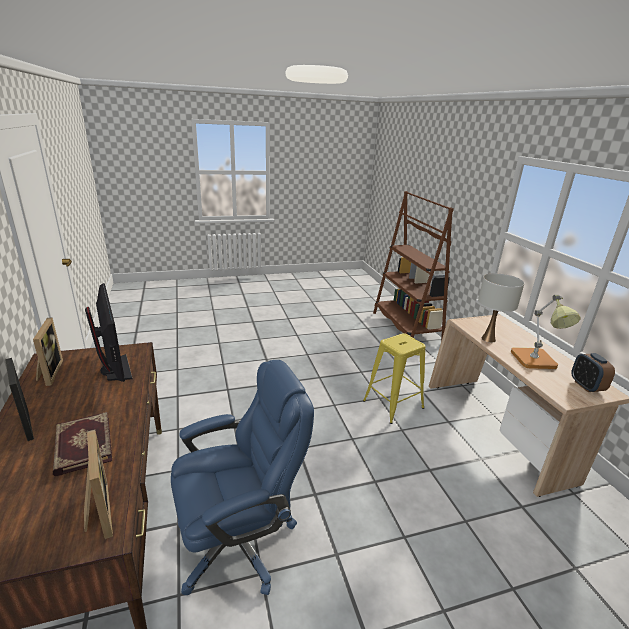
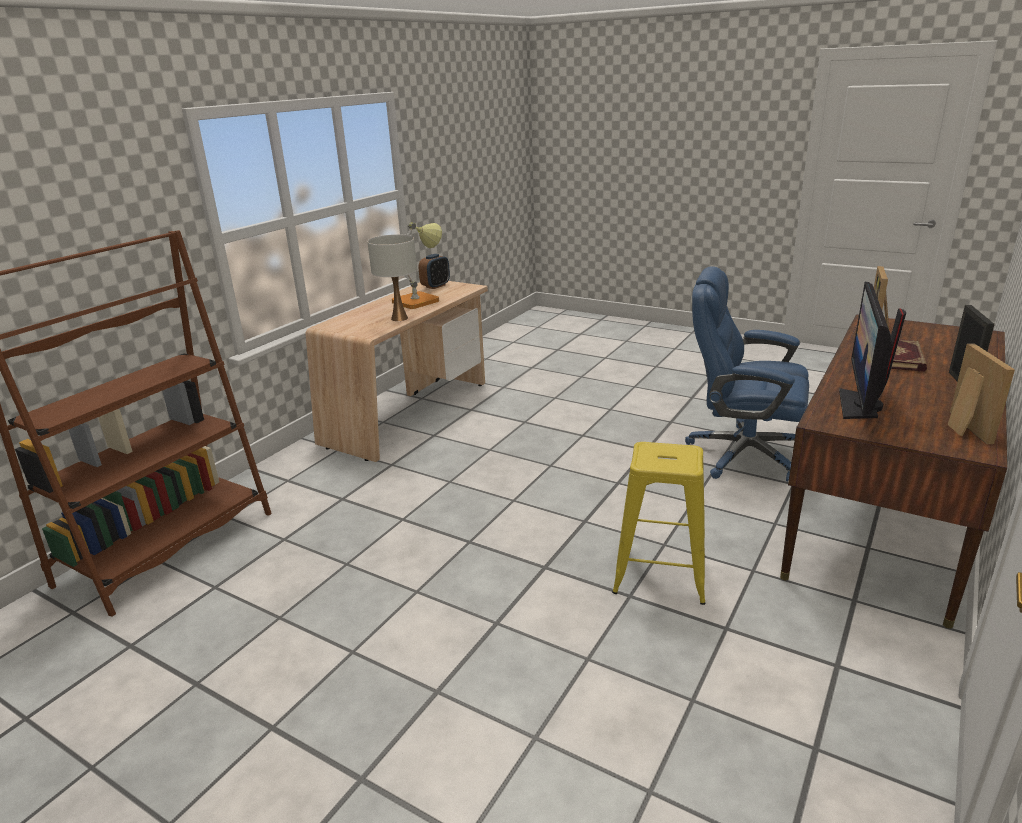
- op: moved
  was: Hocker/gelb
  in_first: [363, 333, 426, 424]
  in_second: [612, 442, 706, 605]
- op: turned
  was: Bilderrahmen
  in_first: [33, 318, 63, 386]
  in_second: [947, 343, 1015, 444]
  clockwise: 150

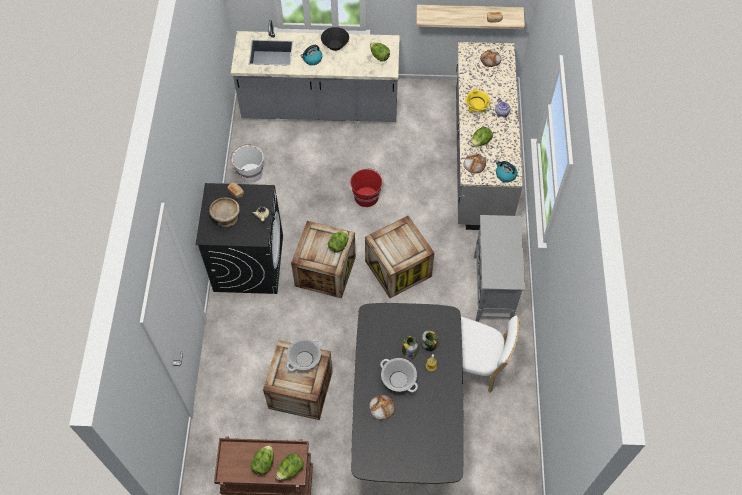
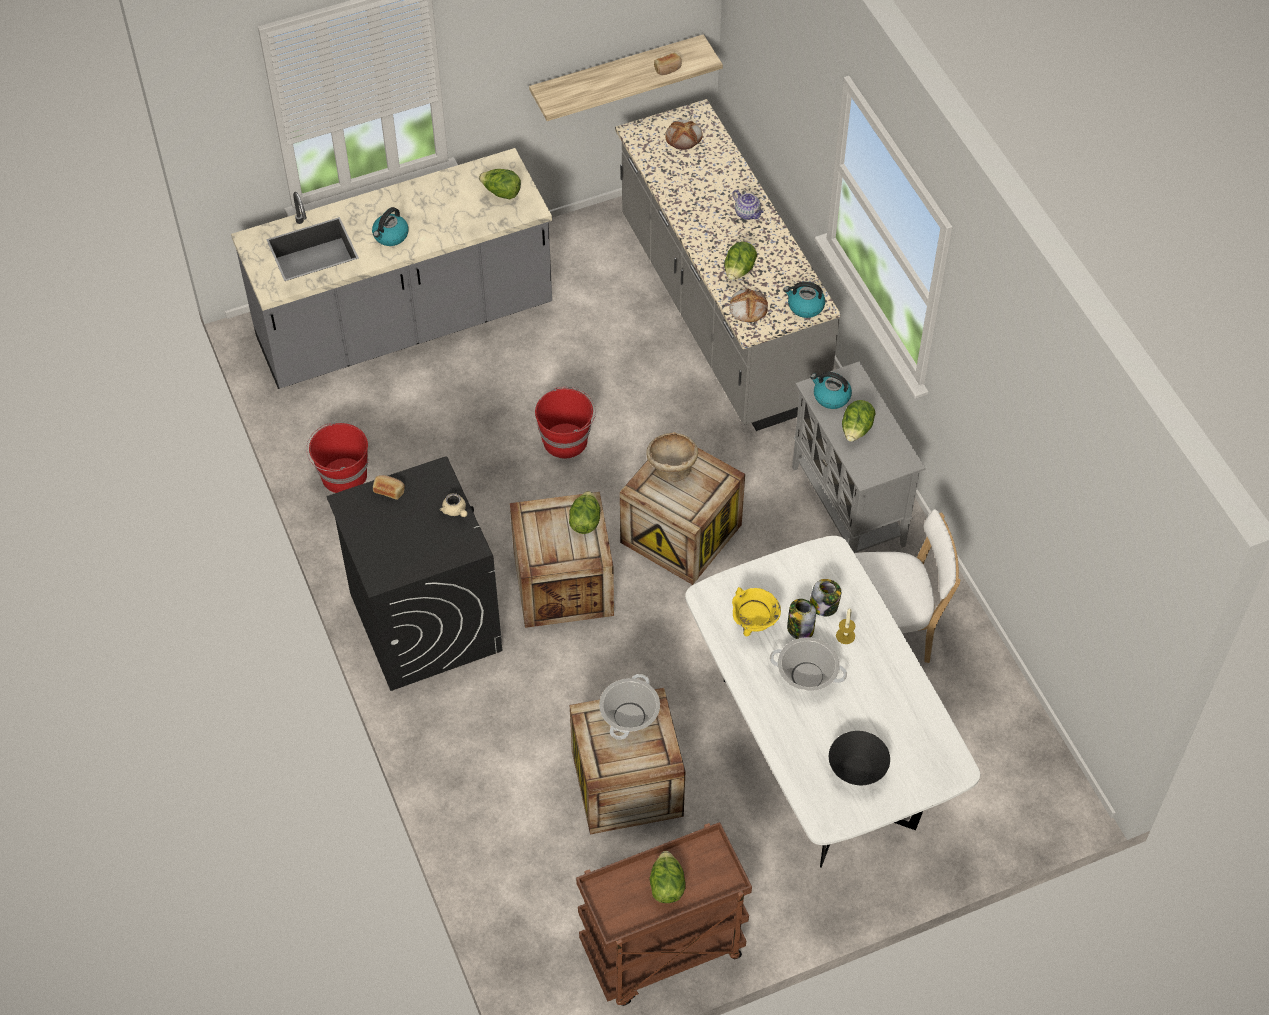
- op: recoloured
  was: Eimer/weiß
  now: Eimer/rot
  in_first: [231, 144, 263, 183]
  in_second: [306, 422, 368, 493]
- op: moved
  was: Schüssel/beige
  in_first: [209, 198, 240, 227]
  in_second: [646, 432, 698, 482]
- op: recoloured
  was: Esstisch/schwarz
  now: Esstisch/weiß
  in_first: [351, 303, 464, 484]
  in_second: [685, 536, 980, 868]
- op: moved
  was: Kochtopf/gelb
  in_first: [465, 88, 490, 113]
  in_second: [732, 587, 781, 636]
- op: added
  now: Wasserkessel
  in_second: [810, 372, 852, 409]
- op: moved
  was: Schüssel/schwarz
  in_first: [321, 27, 349, 51]
  in_second: [829, 731, 890, 785]
- op: moved
  was: Salatkopf
  in_first: [276, 454, 304, 480]
  in_second: [842, 400, 876, 442]
- op: removed
  was: Brot
  in_first: [369, 395, 395, 420]

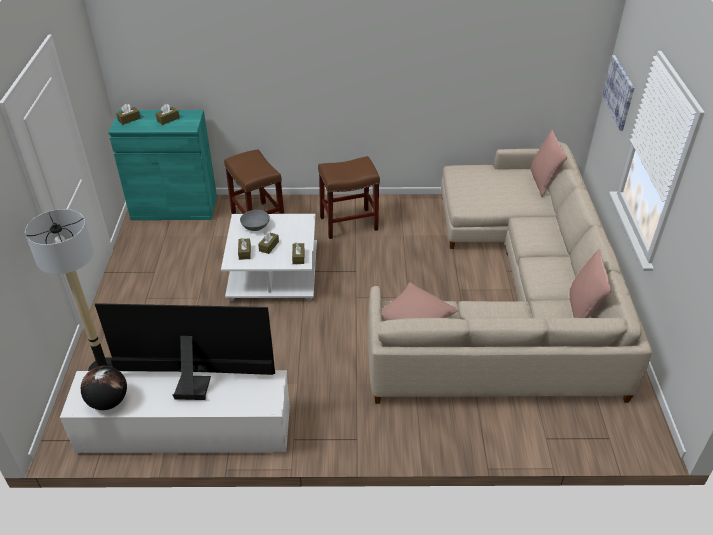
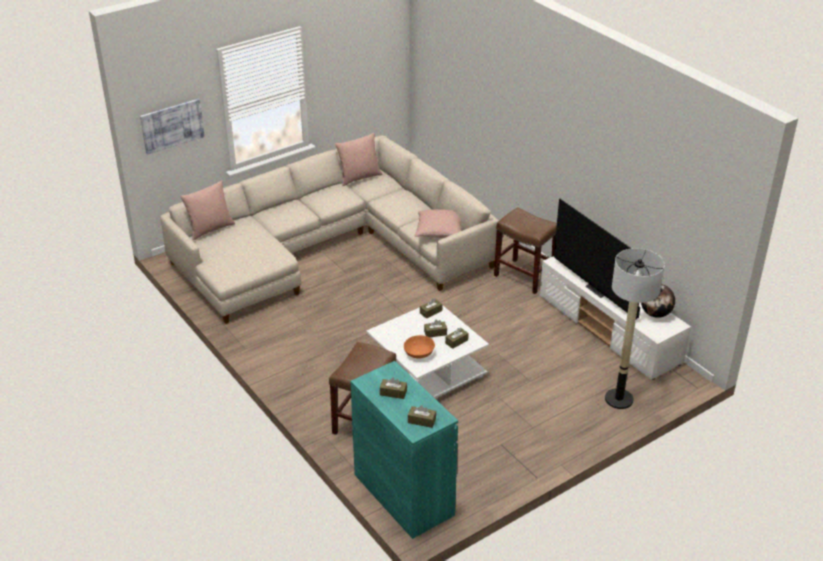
- op: recoloured
  was: Schüssel/grau
  now: Schüssel/orange
  in_first: [240, 210, 270, 231]
  in_second: [404, 335, 435, 358]
- op: moved
  was: Hocker/braun
  in_first: [318, 156, 380, 239]
  in_second: [494, 207, 557, 294]

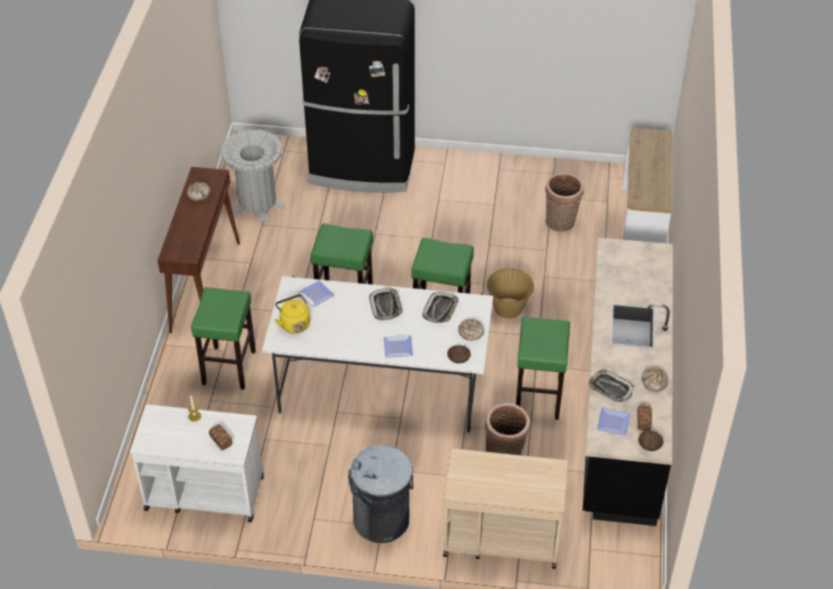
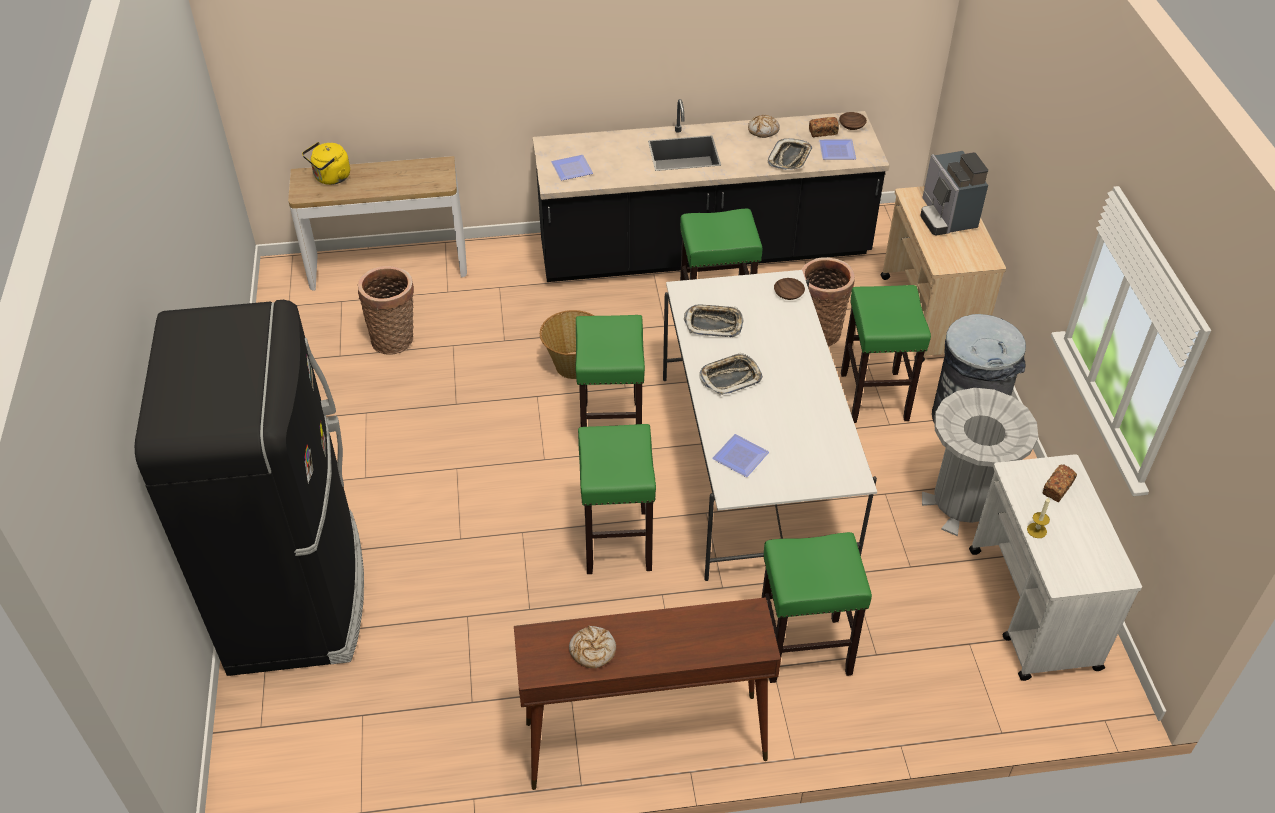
- op: moved
  was: Wasserkessel/gelb
  in_first: [274, 294, 310, 334]
  in_second: [302, 142, 350, 185]
- op: moved
  was: Teller
  in_first: [384, 335, 413, 357]
  in_second: [551, 155, 593, 181]
- op: added
  now: Hocker/grün
  in_second: [841, 285, 931, 423]
- op: added
  now: Kaffeemaschine
  in_second: [920, 151, 988, 235]
- op: moved
  was: Mülleimer/grau
  in_first: [221, 130, 284, 222]
  in_second: [922, 388, 1038, 536]
- op: removed
  was: Brot
  in_first: [458, 318, 484, 340]

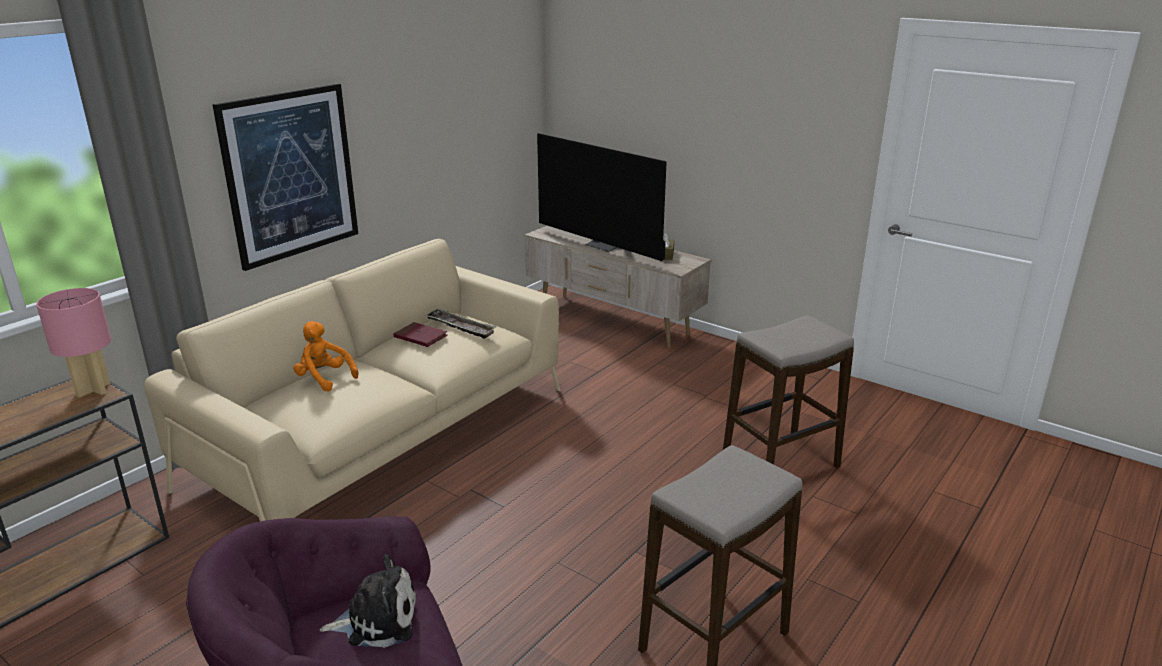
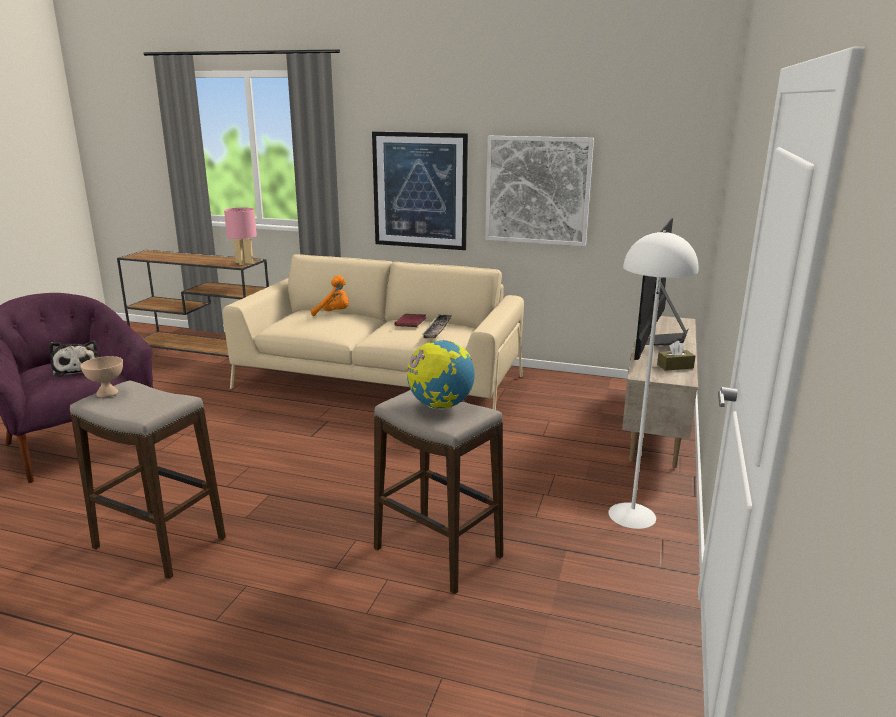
- op: added
  now: Schüssel/beige
  in_second: [81, 356, 123, 398]
- op: turned
  was: Plüschtier/orange
  in_first: [294, 321, 359, 392]
  in_second: [311, 275, 349, 316]
  clockwise: 90
- op: added
  now: Globus
  in_second: [407, 339, 475, 410]
- op: added
  now: Bild
  in_second: [485, 136, 594, 246]
- op: added
  now: Stehlampe/weiß
  in_second: [608, 230, 699, 529]

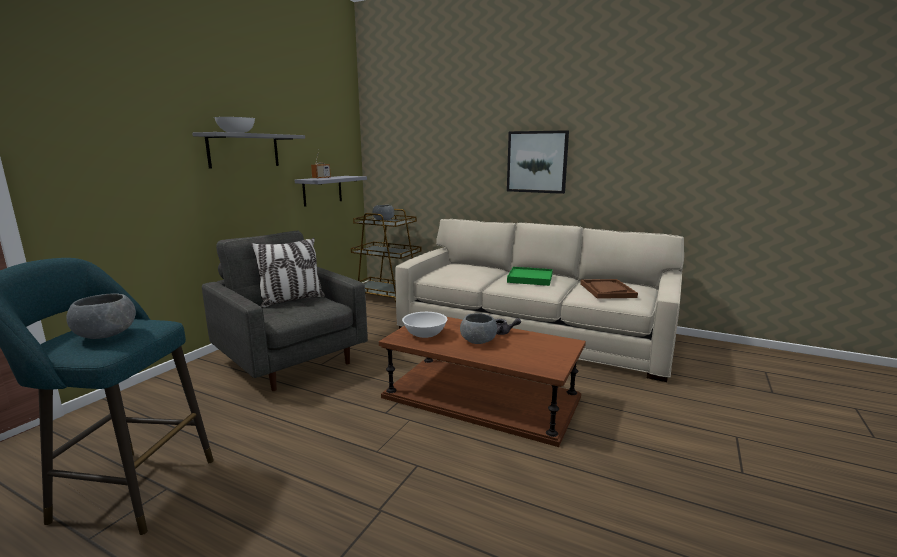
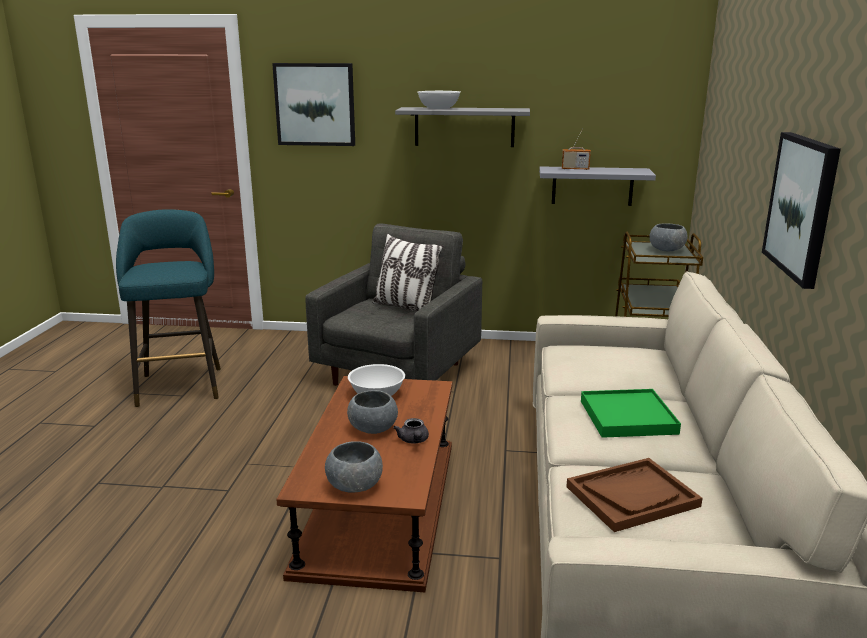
- op: added
  now: Bild
  in_second: [272, 63, 355, 146]
- op: moved
  was: Schüssel/grau
  in_first: [66, 293, 136, 339]
  in_second: [325, 441, 383, 493]

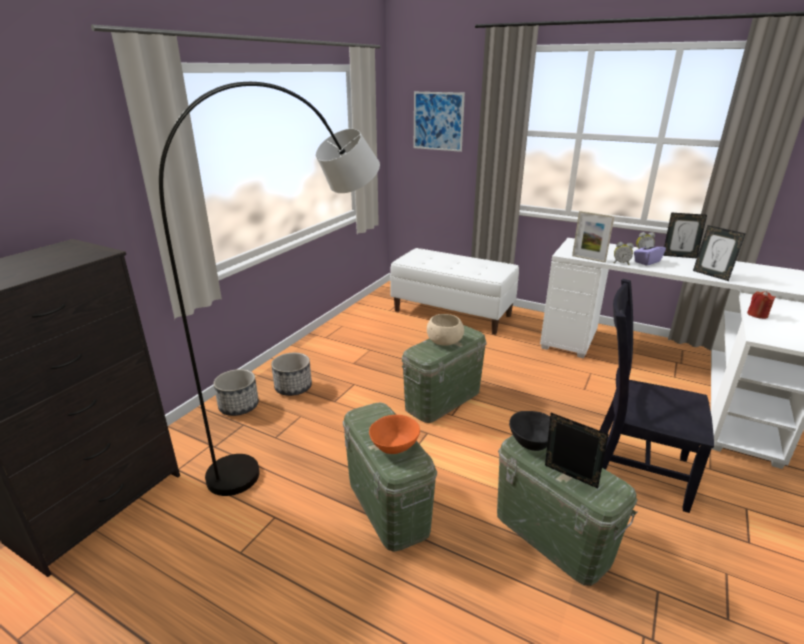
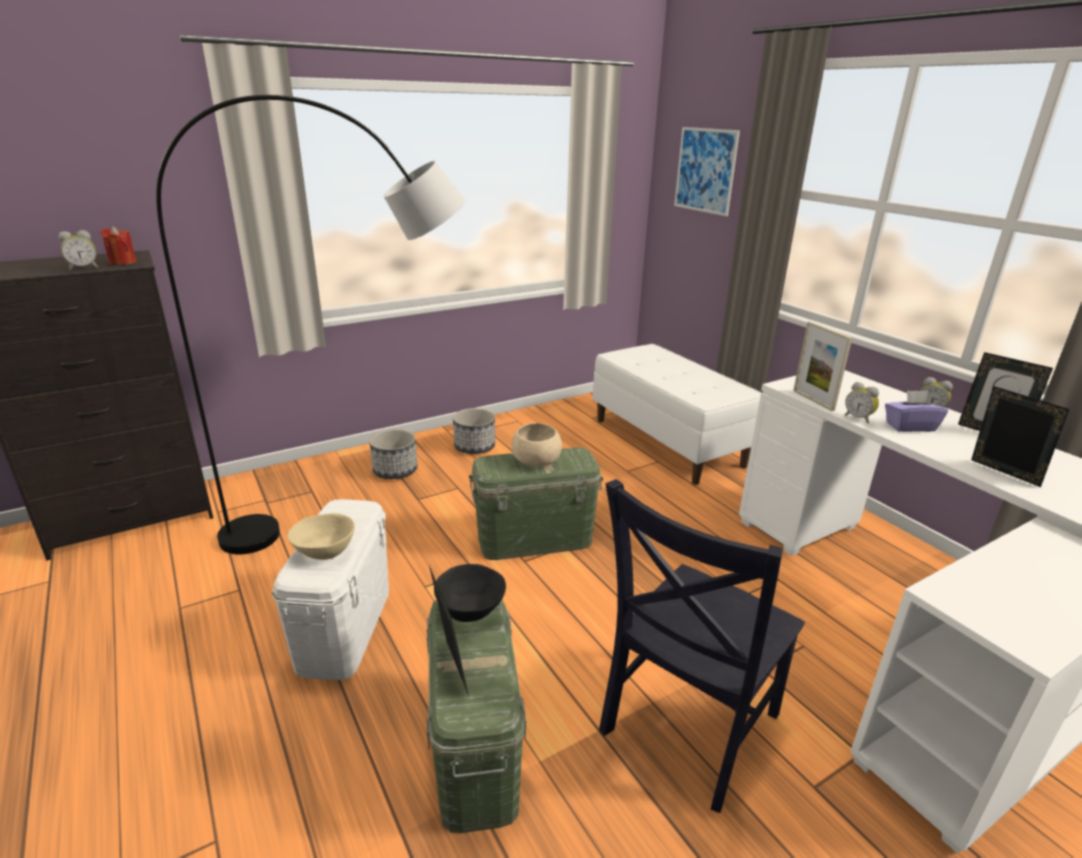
- op: added
  now: Wecker
  in_second: [58, 230, 99, 271]
- op: moved
  was: Kerze/rot
  in_first: [747, 291, 776, 319]
  in_second: [101, 226, 136, 265]
- op: recoloured
  was: Aufbewahrungsbox/grün
  now: Aufbewahrungsbox/weiß
  in_first: [343, 402, 437, 552]
  in_second: [272, 499, 389, 680]
- op: recoloured
  was: Schüssel/orange
  now: Schüssel/beige
  in_first: [369, 415, 420, 454]
  in_second: [287, 513, 355, 560]
- op: moved
  was: Pflanzkübel
  in_first: [213, 369, 259, 416]
  in_second: [453, 408, 495, 454]
- op: turned
  was: Stuhl/schwarz
  in_first: [599, 279, 714, 513]
  in_second: [599, 479, 805, 813]
  clockwise: -105
- op: turned
  was: Bilderrahmen
  in_first: [693, 225, 746, 281]
  in_second: [971, 386, 1070, 487]
  clockwise: 150

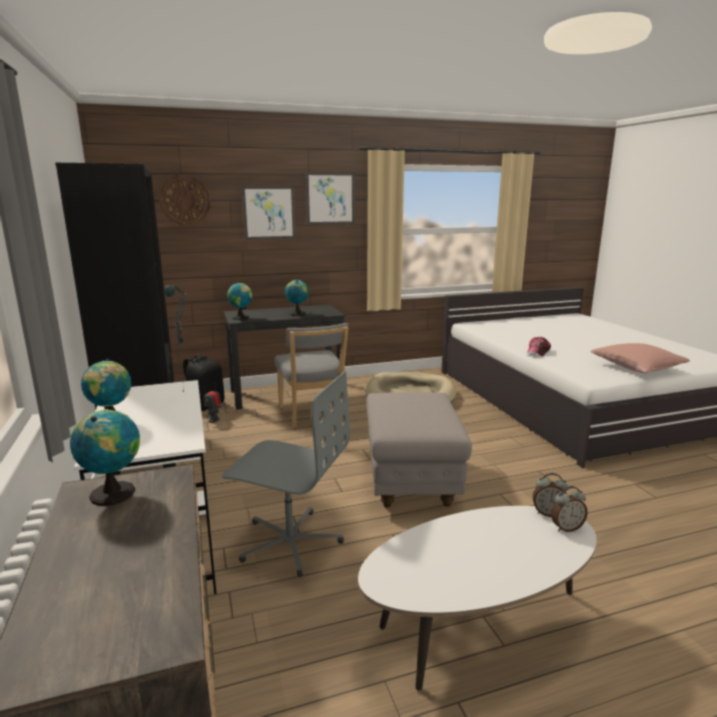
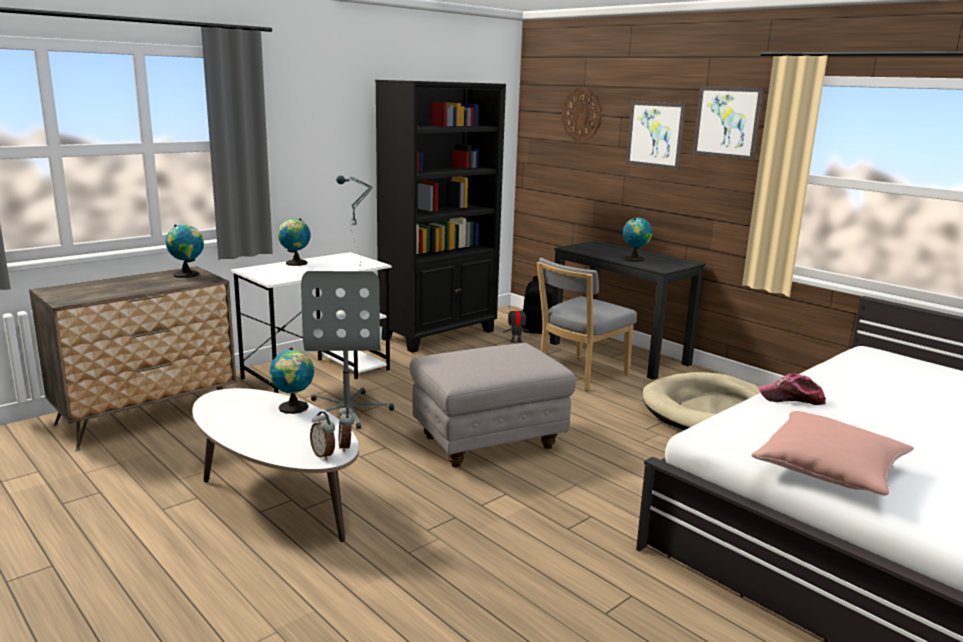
- op: moved
  was: Globus
  in_first: [227, 283, 253, 320]
  in_second: [269, 348, 314, 414]

